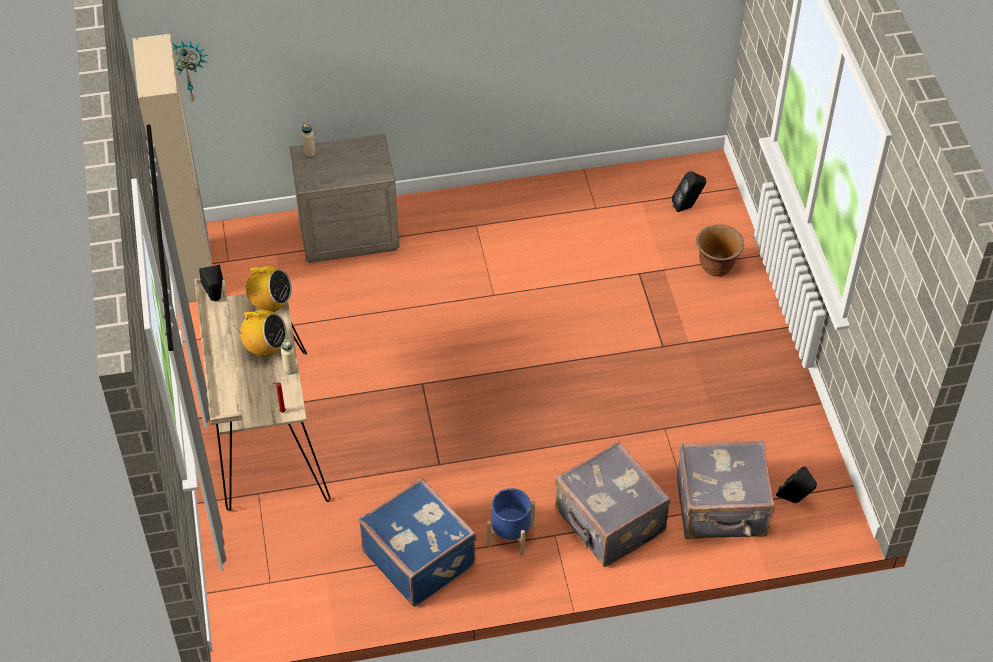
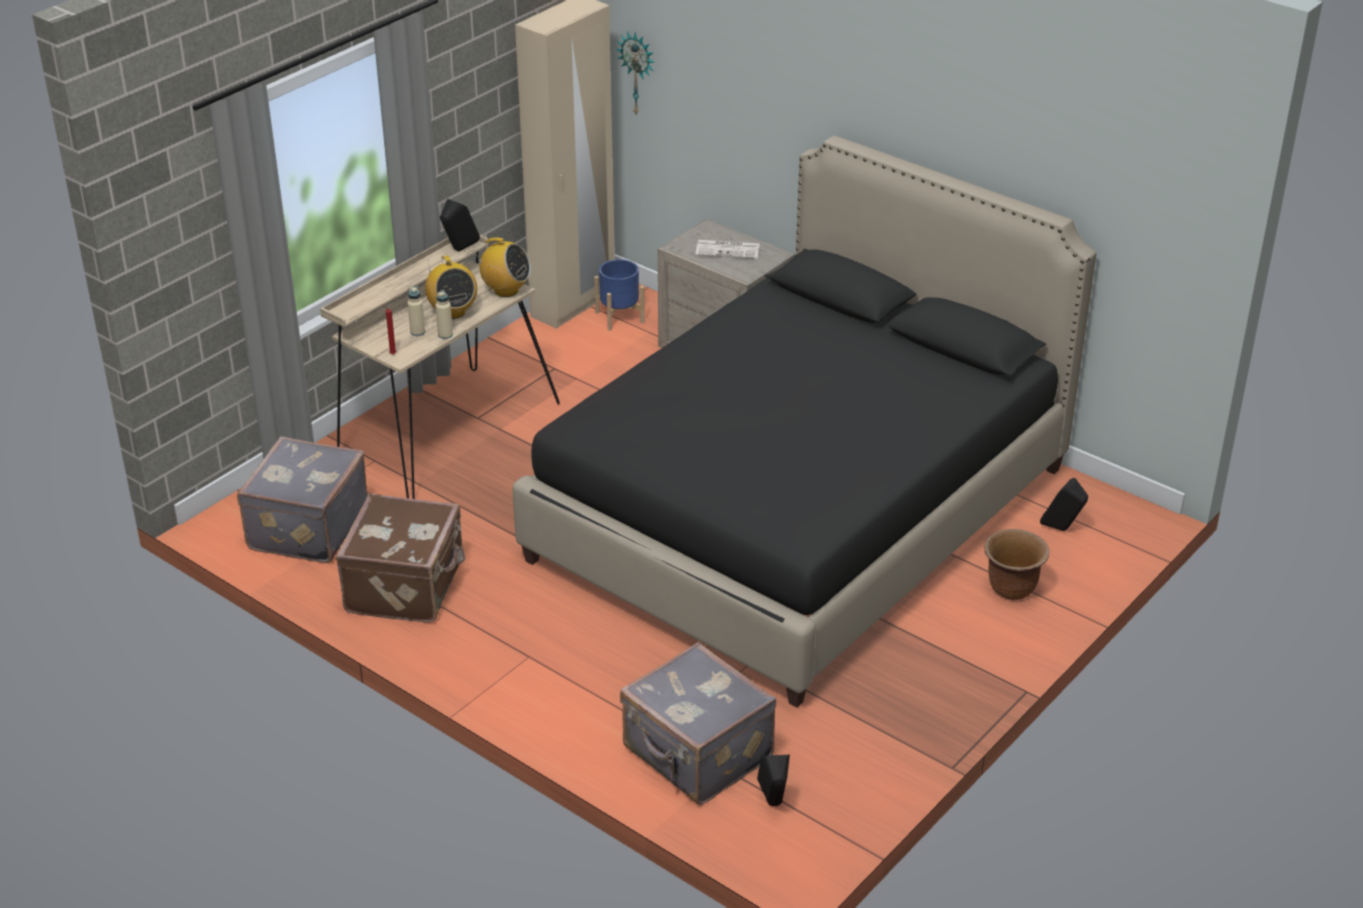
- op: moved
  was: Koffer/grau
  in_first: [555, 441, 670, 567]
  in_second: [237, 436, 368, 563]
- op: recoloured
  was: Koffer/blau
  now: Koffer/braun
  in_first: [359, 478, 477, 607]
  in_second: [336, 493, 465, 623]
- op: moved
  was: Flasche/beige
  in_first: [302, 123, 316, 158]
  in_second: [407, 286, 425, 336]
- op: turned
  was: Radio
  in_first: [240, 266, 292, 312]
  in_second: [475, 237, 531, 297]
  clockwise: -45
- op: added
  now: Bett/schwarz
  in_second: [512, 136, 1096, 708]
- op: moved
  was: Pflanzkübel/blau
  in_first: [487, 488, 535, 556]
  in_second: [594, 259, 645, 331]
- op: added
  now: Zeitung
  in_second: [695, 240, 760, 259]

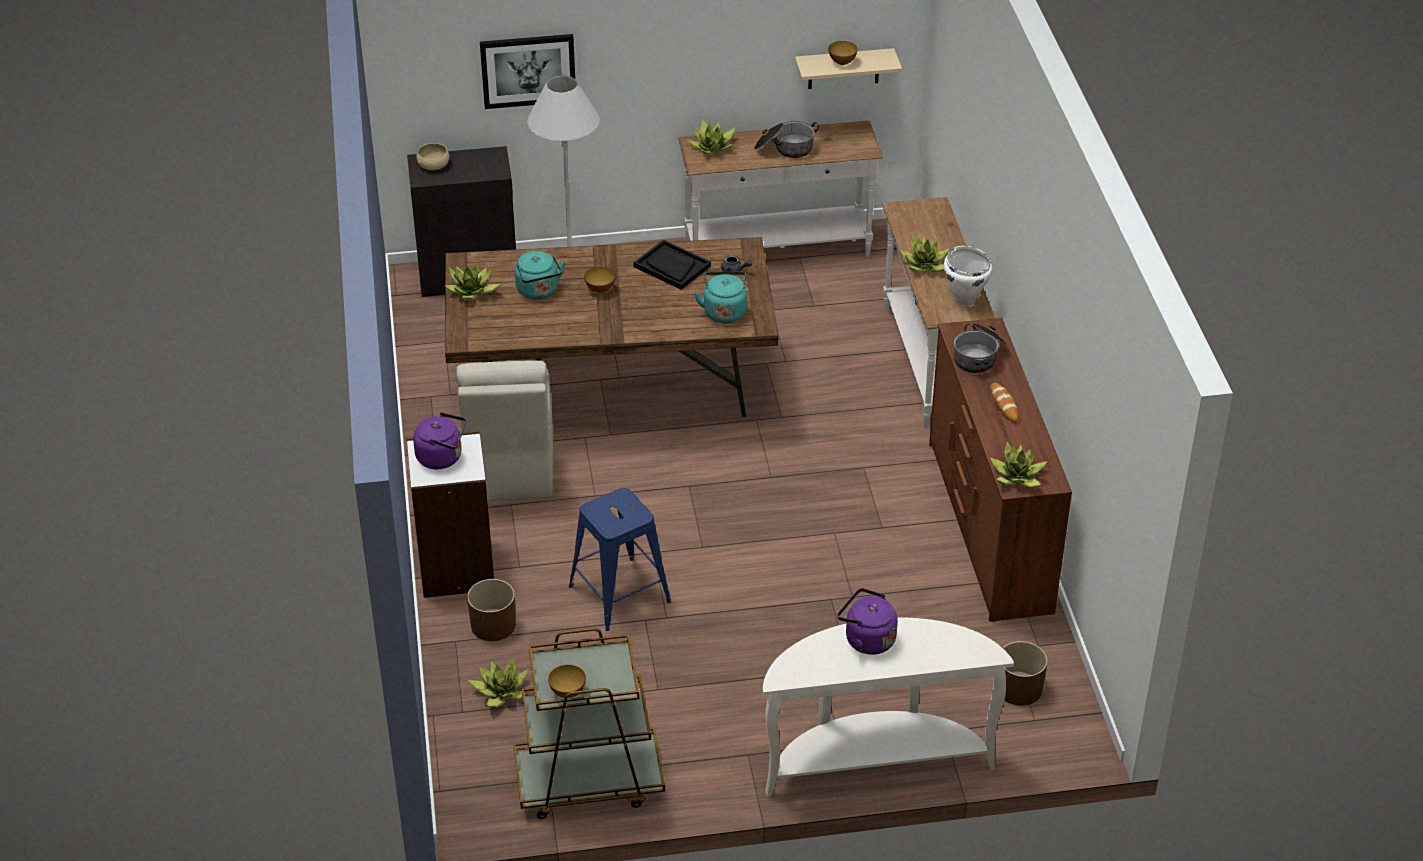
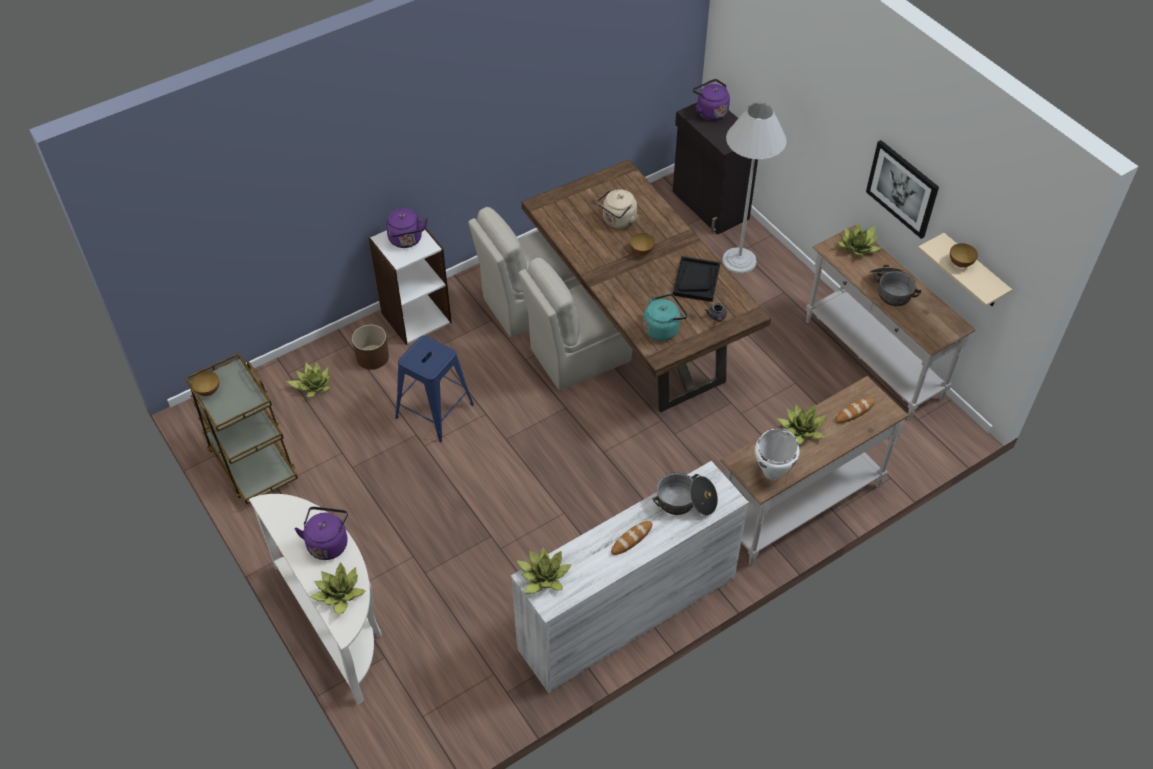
- op: moved
  was: Topfpflanze
  in_first: [444, 264, 500, 300]
  in_second: [310, 562, 366, 615]
- op: recoloured
  was: Kommode/braun
  now: Kommode/weiß
  in_first: [929, 318, 1072, 622]
  in_second: [511, 461, 749, 693]
- op: added
  now: Stuhl/beige
  in_second: [519, 257, 632, 390]
- op: recoloured
  was: Wasserkessel/türkis
  now: Wasserkessel/beige
  in_first: [515, 251, 566, 299]
  in_second: [597, 189, 639, 228]
- op: replaced
  was: Schüssel/beige
  now: Wasserkessel/lila
  in_first: [416, 143, 449, 170]
  in_second: [693, 79, 730, 120]
- op: added
  now: Brot
  in_second: [835, 398, 875, 423]
- op: moved
  was: Bild
  in_first: [480, 34, 575, 109]
  in_second: [866, 140, 939, 239]
- op: removed
  was: Pflanzkübel/braun
  in_first: [1003, 641, 1048, 706]

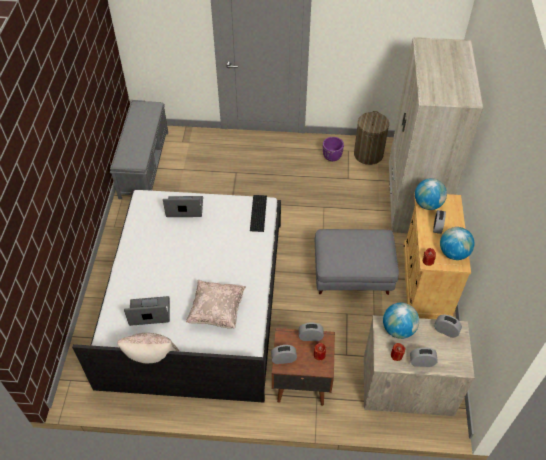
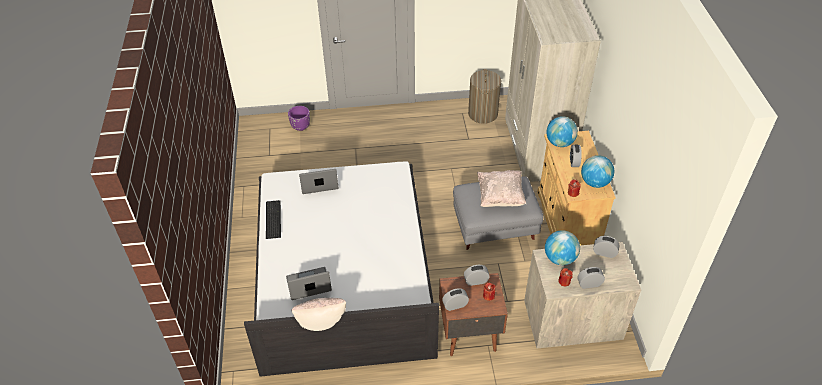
- op: moved
  was: Tastatur
  in_first: [250, 195, 267, 232]
  in_second: [266, 200, 281, 239]
- op: moved
  was: Pflanzkübel/lila
  in_first: [323, 137, 344, 161]
  in_second: [288, 106, 310, 131]
- op: moved
  was: Kissen/beige
  in_first: [186, 280, 246, 329]
  in_second: [477, 170, 526, 207]
- op: removed
  was: Bank/grau
  in_first: [110, 100, 168, 199]

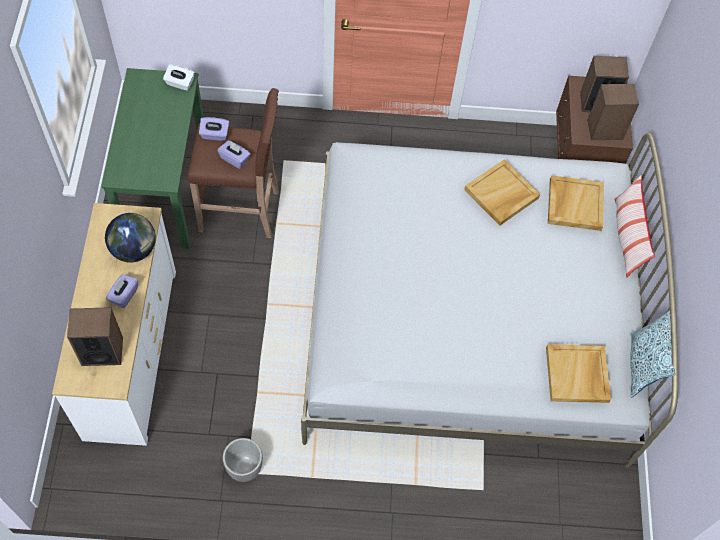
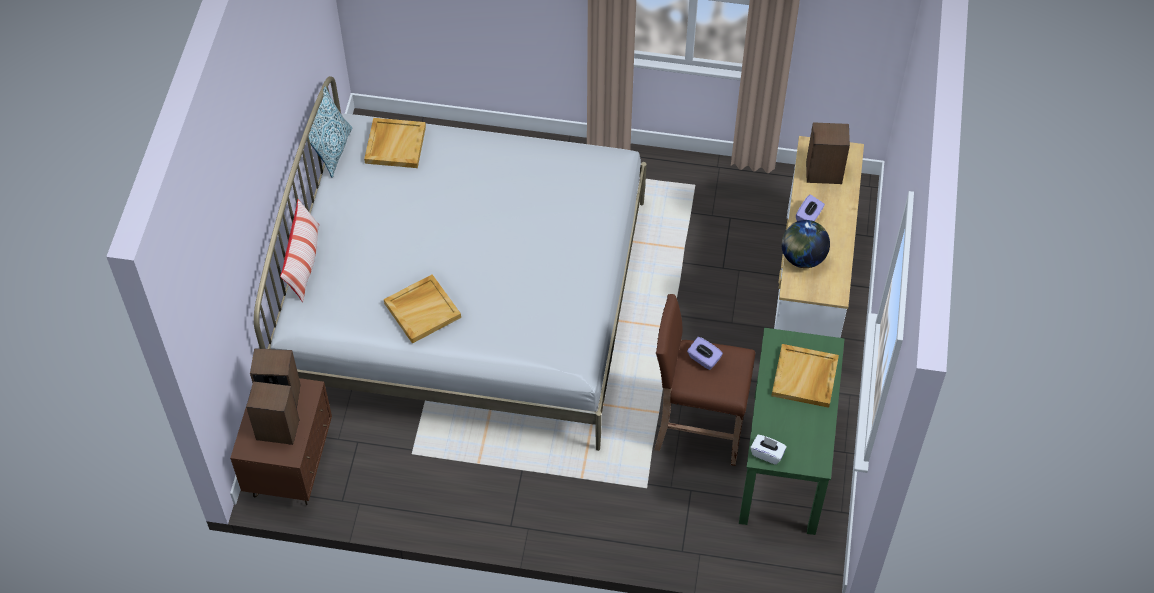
- op: moved
  was: Tablett/beige
  in_first: [548, 175, 604, 231]
  in_second: [771, 344, 839, 408]
- op: removed
  was: Taschentuchbox/lila
  in_first: [199, 117, 229, 141]
- op: removed
  was: Pflanzkübel
  in_first: [223, 438, 263, 482]

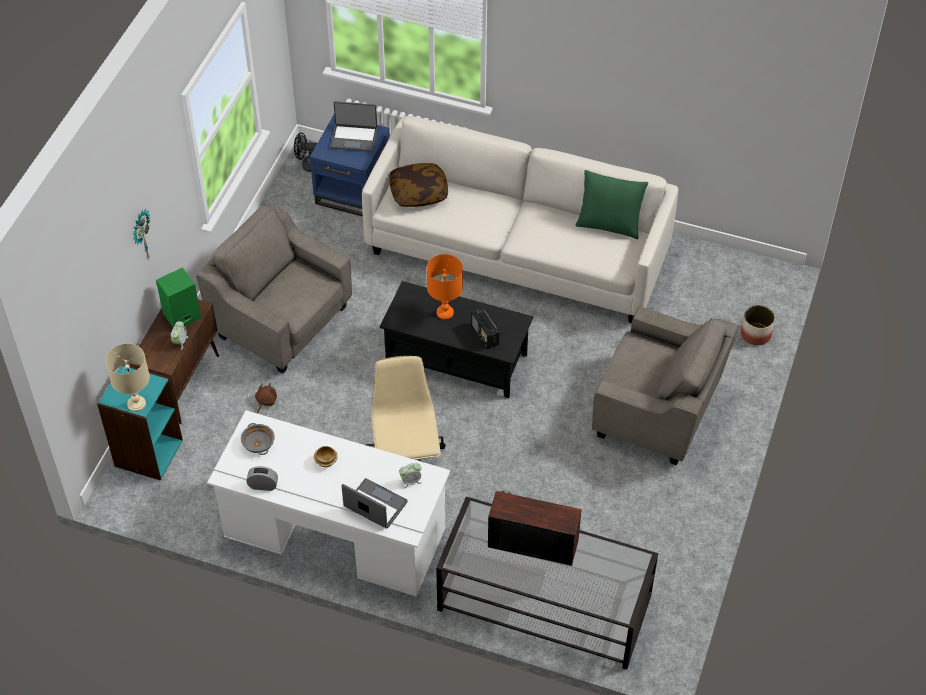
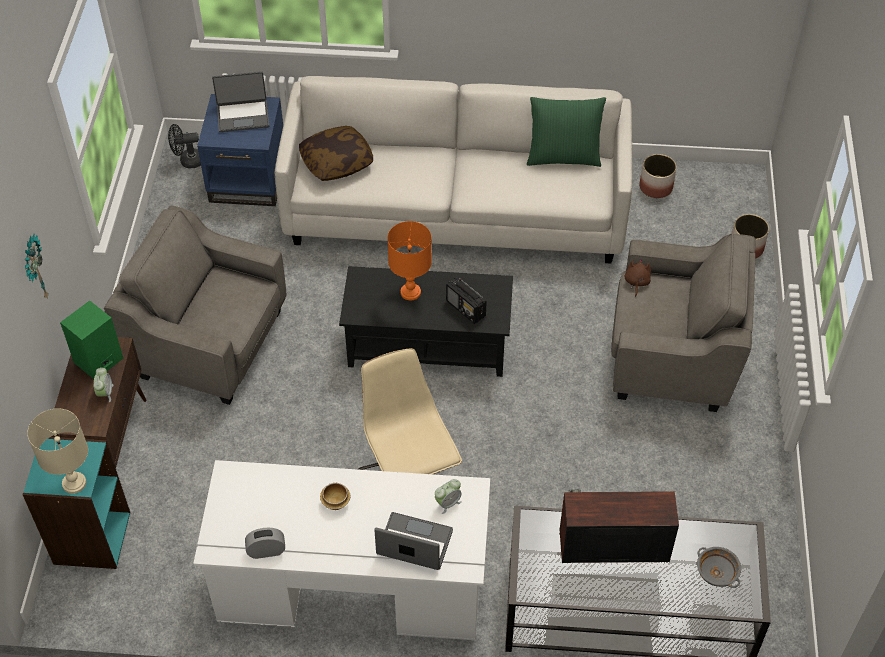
- op: moved
  was: Plüschtier/braun
  in_first: [255, 383, 277, 413]
  in_second: [625, 259, 651, 297]
- op: added
  now: Pflanzkübel
  in_second: [640, 154, 677, 198]
- op: moved
  was: Schüssel/grau
  in_first: [241, 423, 275, 455]
  in_second: [697, 547, 741, 588]

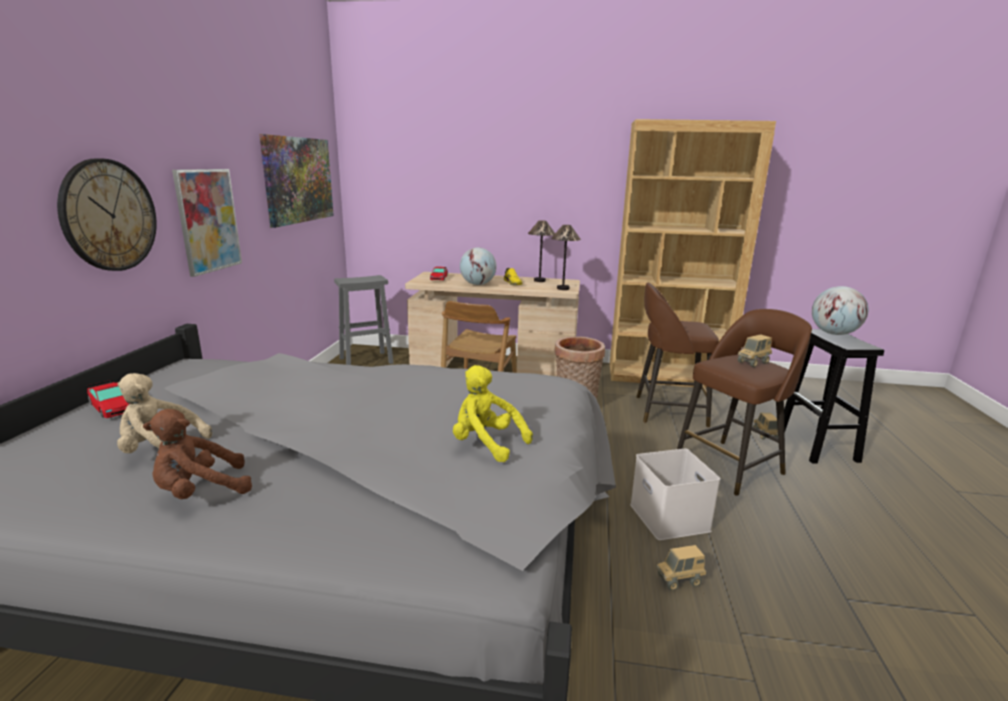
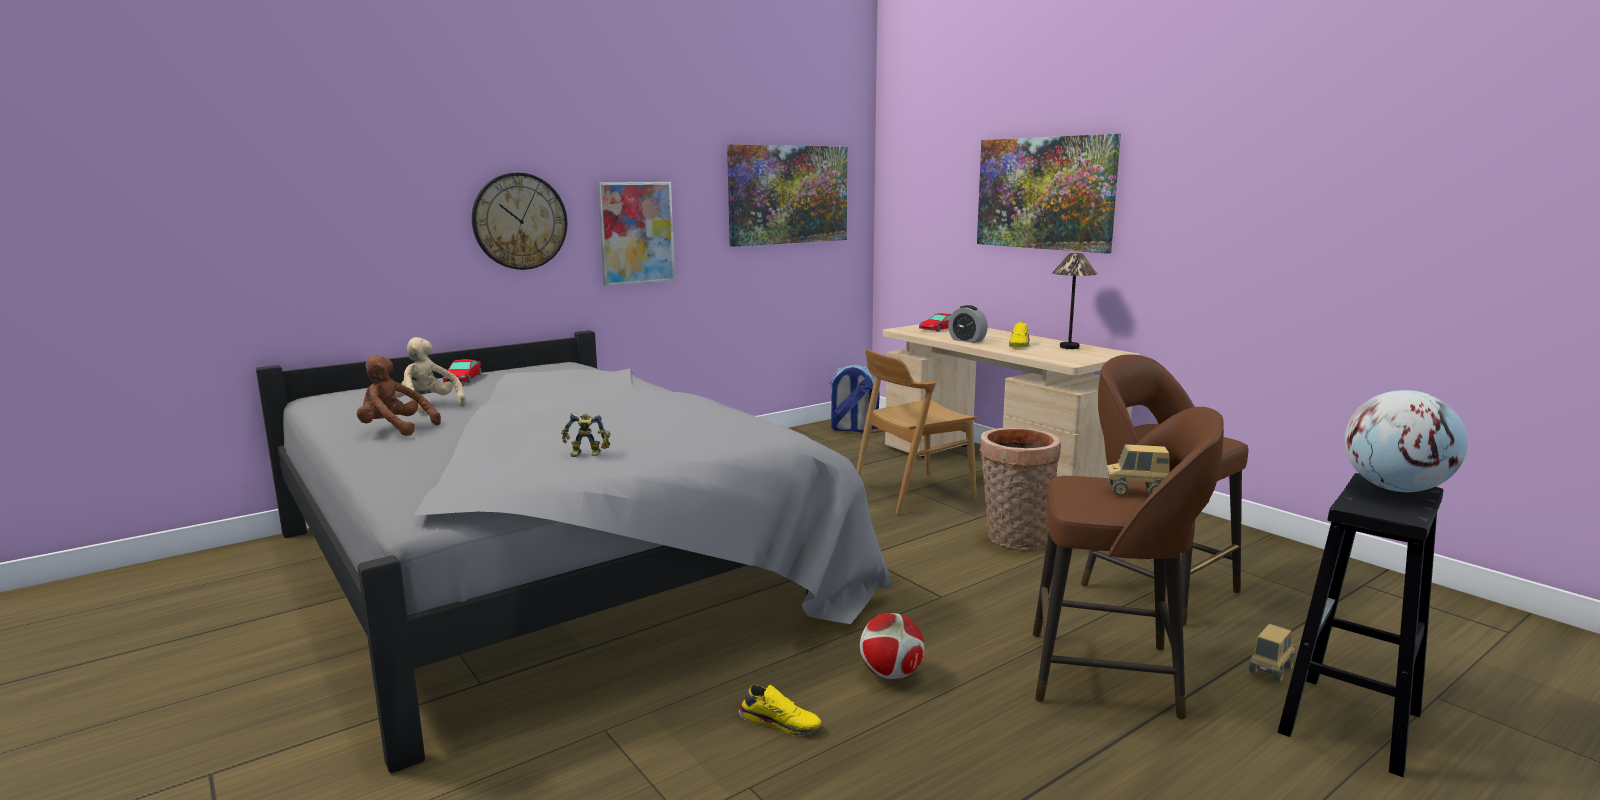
- op: replaced
  was: Plüschtier/gelb
  now: Spielzeugroboter
  in_first: [453, 365, 533, 462]
  in_second: [561, 413, 610, 457]
- op: replaced
  was: Spielzeuglaster
  now: Schuh/gelb
  in_first: [656, 545, 706, 591]
  in_second: [739, 684, 822, 736]
- op: replaced
  was: Hocker/grau
  now: Rucksack
  in_first: [334, 275, 394, 365]
  in_second: [829, 365, 879, 432]
- op: replaced
  was: Aufbewahrungsbox/weiß
  now: Fußball
  in_first: [630, 449, 720, 540]
  in_second: [860, 613, 924, 679]
- op: replaced
  was: Globus
  now: Wecker
  in_first: [460, 247, 497, 285]
  in_second: [948, 305, 988, 343]
- op: added
  now: Bild
  in_second: [977, 134, 1121, 254]
- op: removed
  was: Tischlampe
  in_first: [551, 225, 581, 290]
- op: removed
  was: Bücherregal/braun
  in_first: [610, 119, 776, 388]

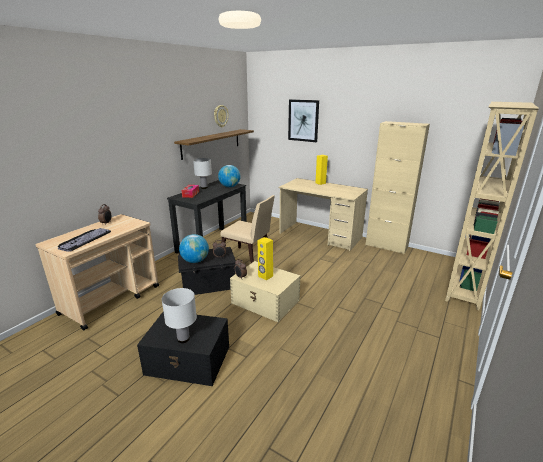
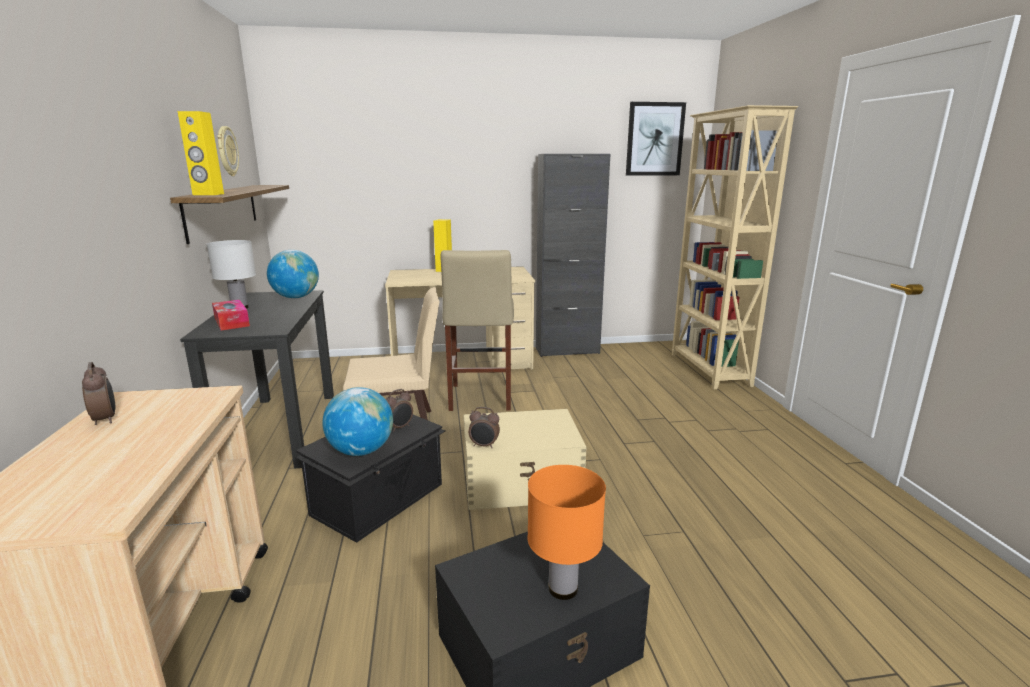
- op: moved
  was: Lautsprecher/gelb
  in_first: [258, 237, 273, 280]
  in_second: [178, 111, 224, 195]
- op: added
  now: Hocker/beige
  in_second: [440, 250, 514, 411]
- op: recoloured
  was: Tischlampe/weiß
  now: Tischlampe/orange
  in_first: [162, 288, 197, 343]
  in_second: [527, 465, 606, 600]
- op: recoloured
  was: Schrank/beige
  now: Schrank/schwarz
  in_first: [366, 121, 430, 254]
  in_second: [536, 154, 610, 357]
- op: moved
  was: Bild
  in_first: [288, 99, 319, 142]
  in_second: [626, 102, 686, 176]
- op: removed
  was: Tastatur
  in_first: [58, 228, 111, 252]

